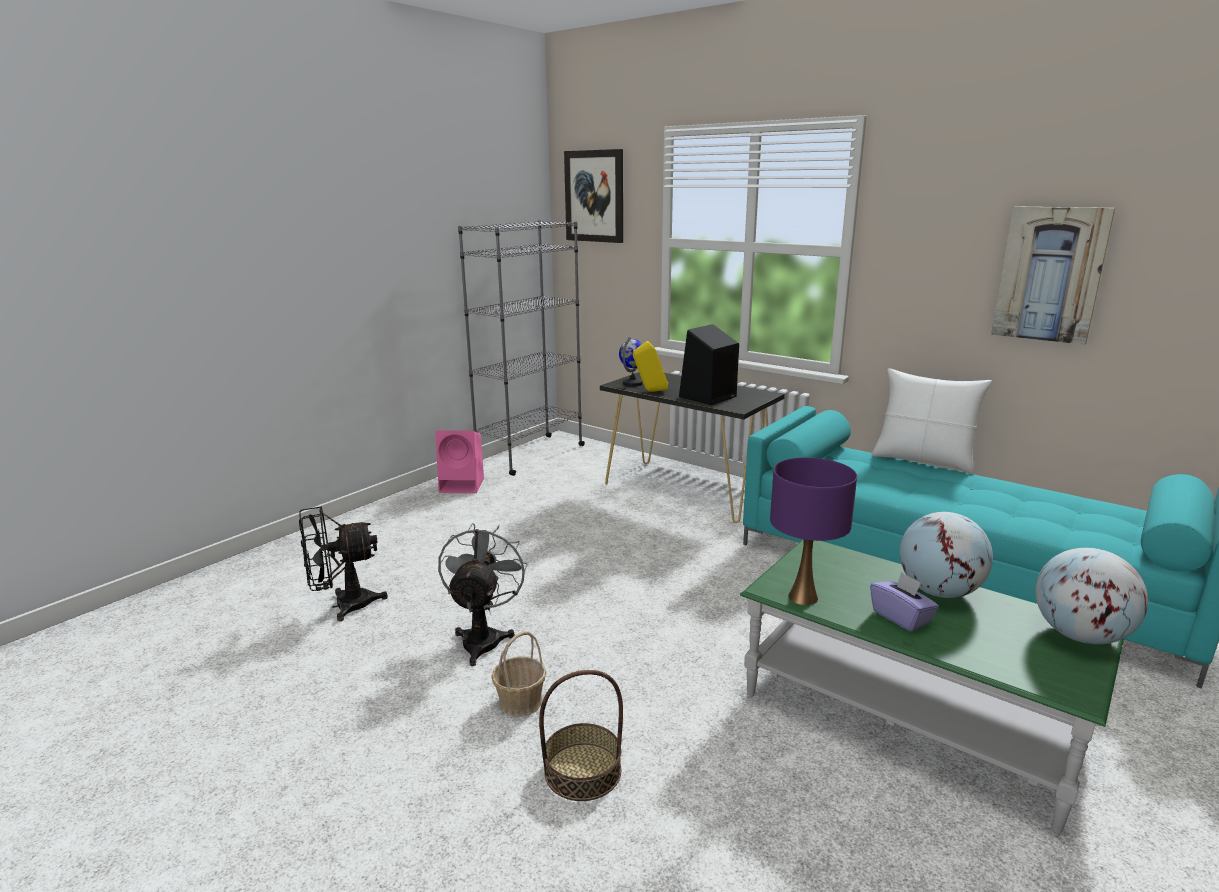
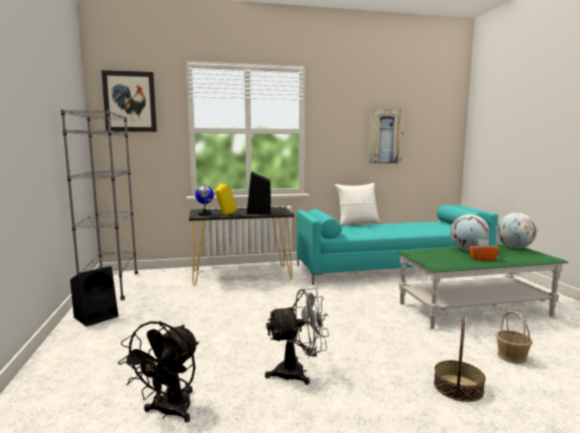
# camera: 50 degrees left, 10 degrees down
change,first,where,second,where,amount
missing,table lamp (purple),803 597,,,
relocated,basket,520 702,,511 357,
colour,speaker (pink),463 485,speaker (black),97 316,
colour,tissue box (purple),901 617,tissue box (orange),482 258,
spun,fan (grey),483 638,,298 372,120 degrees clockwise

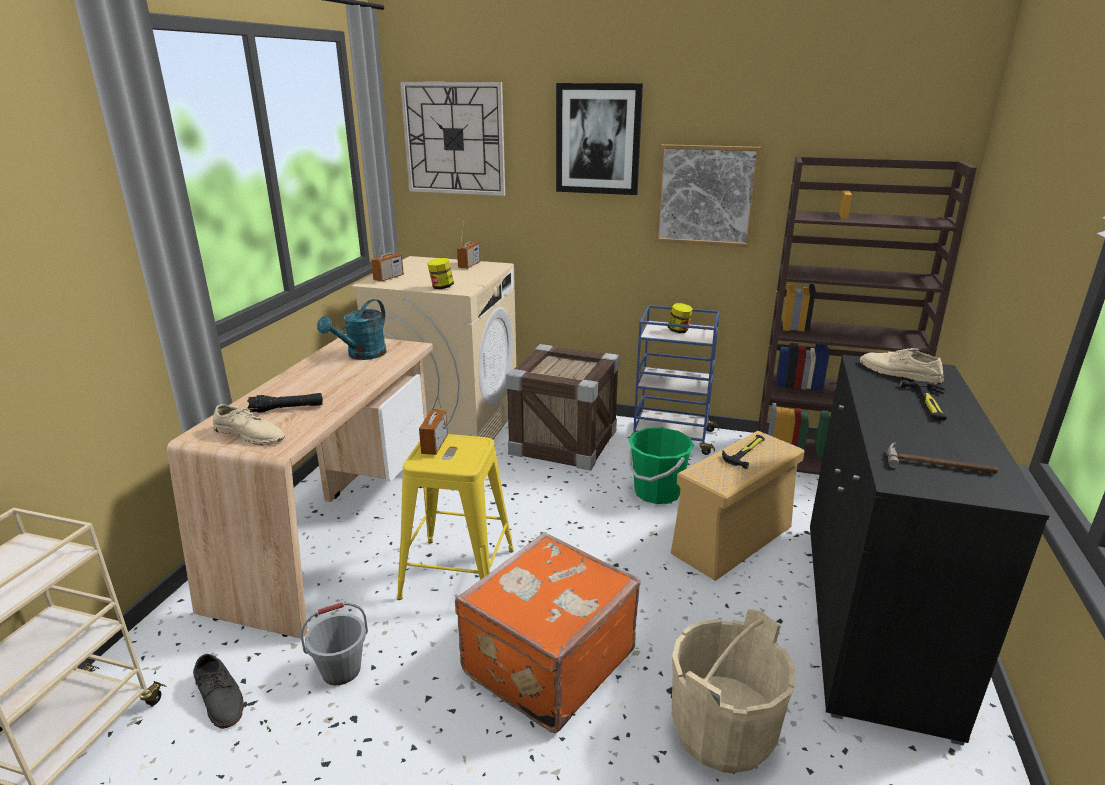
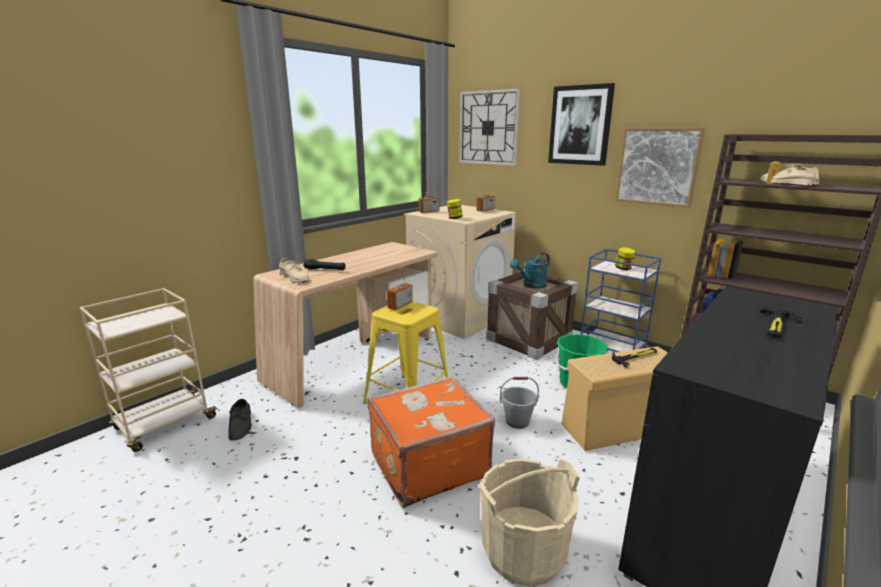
# camera: 25 degrees right, 5 degrees down
change,first,where,second,where,amount
missing,hammer,939 465,,,
relocated,bucket (grey),341 670,,517 421,
relocated,watering can (turquoise),362 355,,531 285,
relocated,shoe (beige),898 373,,786 183,

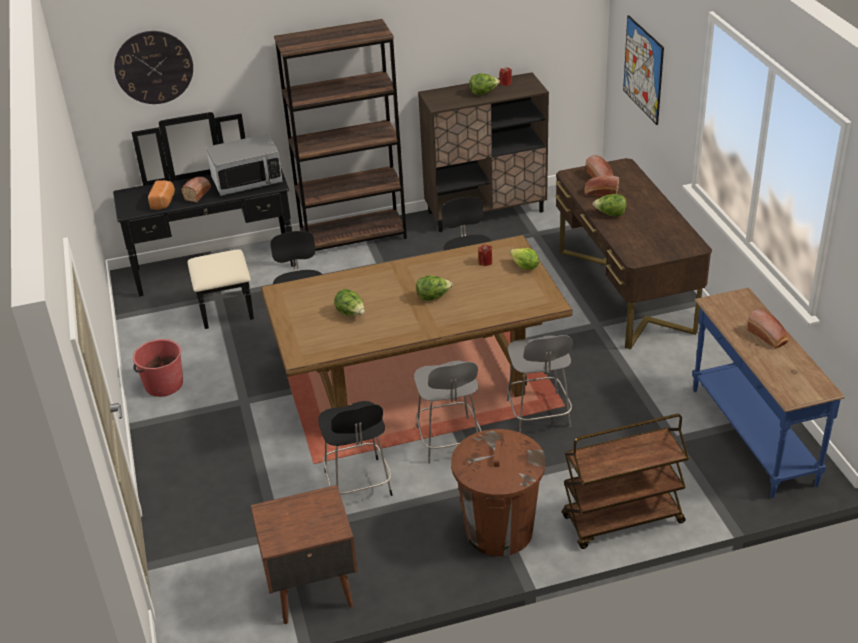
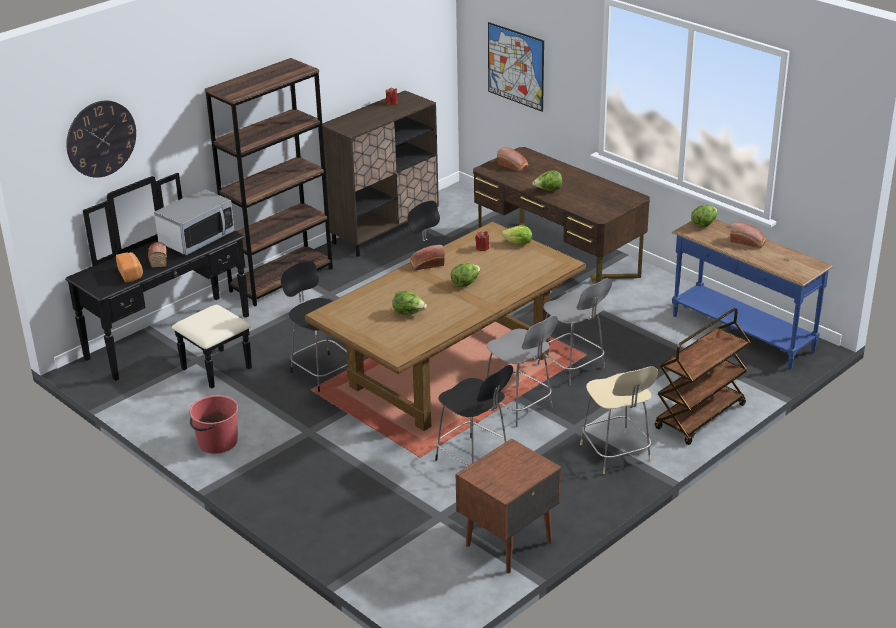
# camera: 30 degrees left, 5 degrees down
change,first,where,second,where,amount
relocated,lettuce,483 93,,704 224,
relocated,bread,600 193,,426 265,
exchanged,trash can (brown),498 531,chair (beige),616 454,

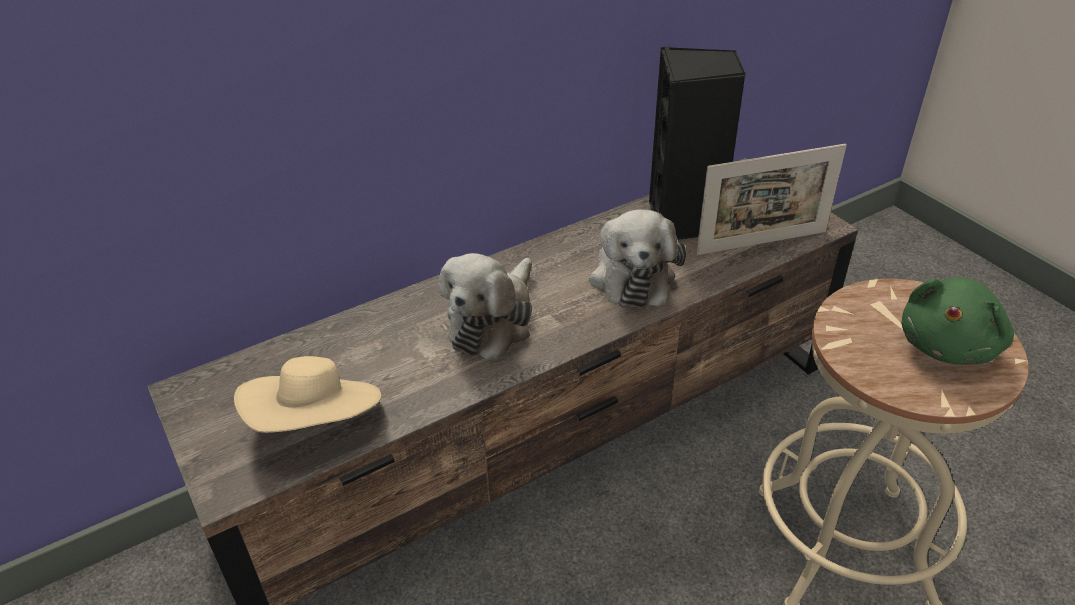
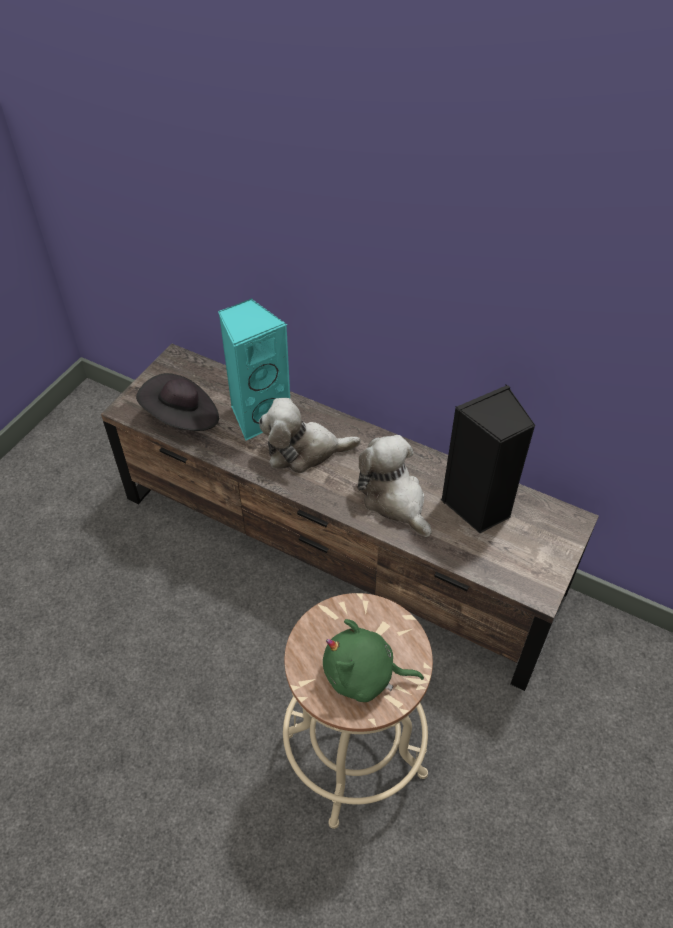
# camera: 60 degrees right, 10 degrees up
change,first,where,second,where,amount
missing,picture frame,761 243,,,
appeared,,,speaker (turquoise),258 415,
colour,hat (beige),317 423,hat (black),182 418,
spun,plush toy,632 275,,394 499,90 degrees clockwise

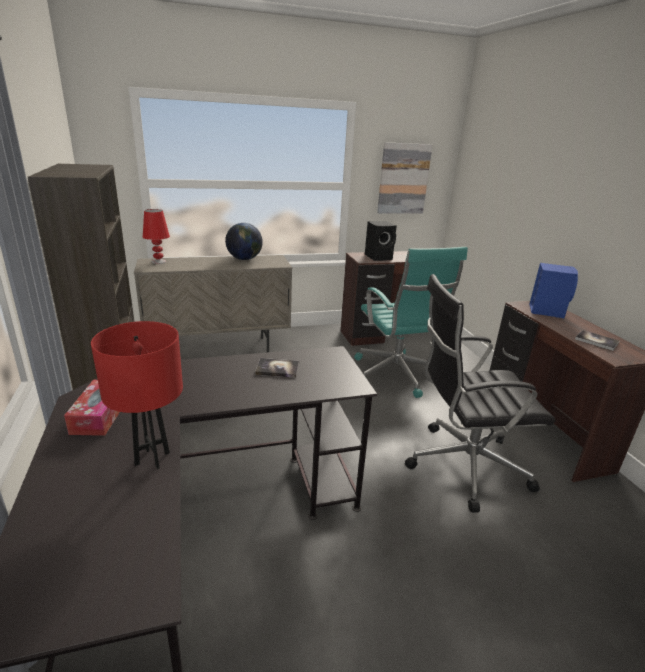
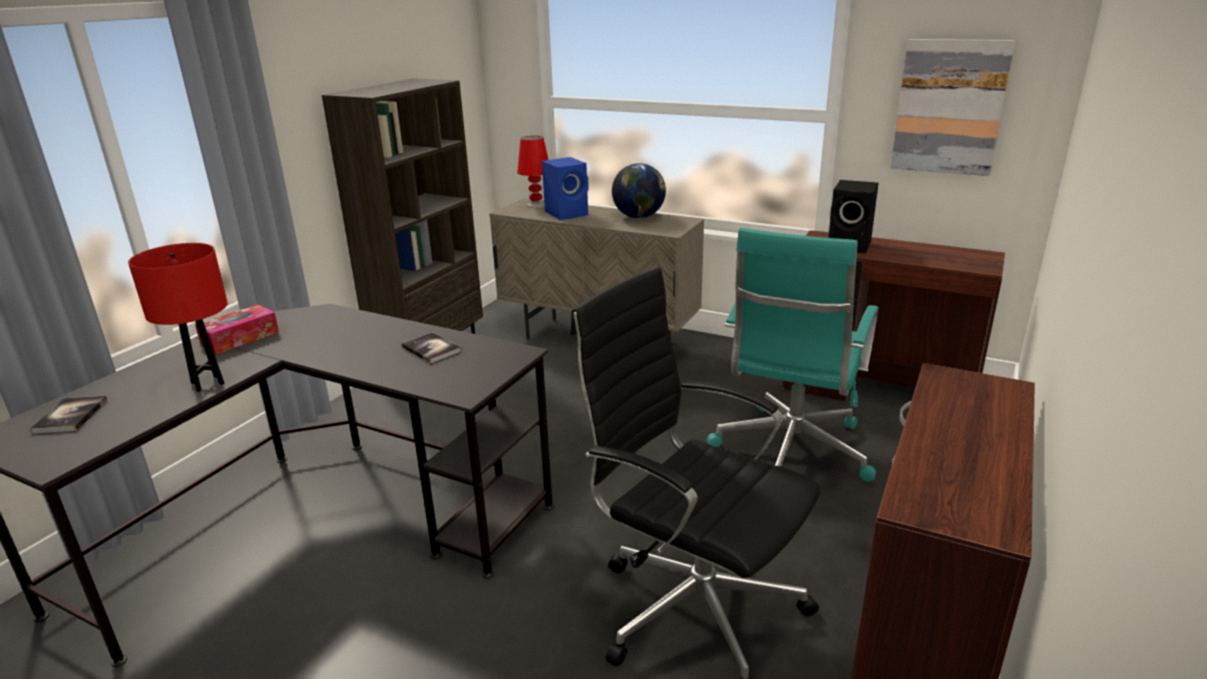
# camera: 45 degrees right, 0 degrees up
change,first,where,second,where,amount
relocated,speaker (blue),546 311,,568 213,
relocated,book,596 341,,70 416,

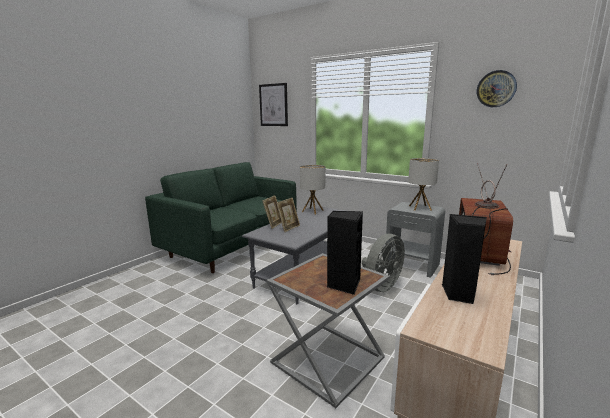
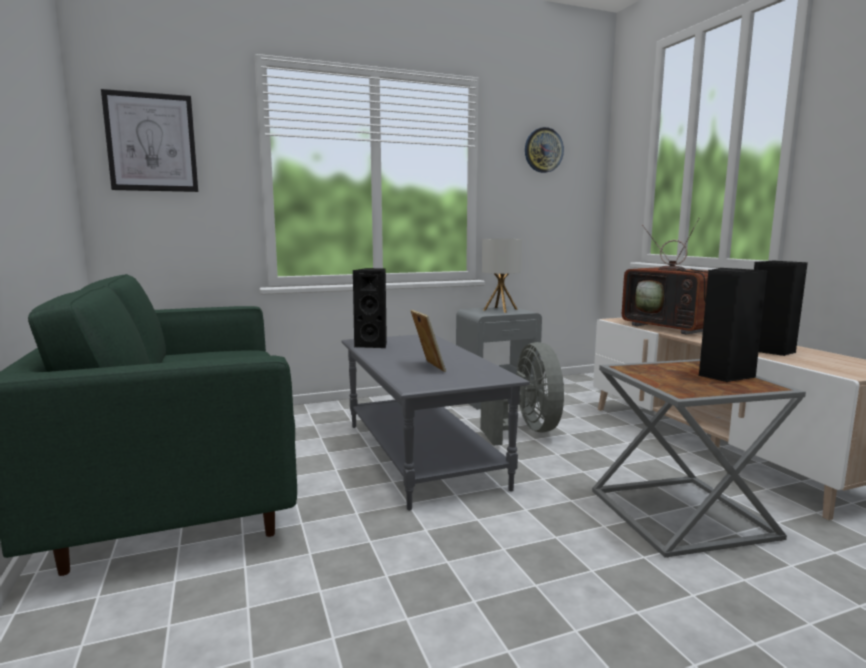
# camera: 55 degrees left, 5 degrees down
change,first,where,second,where,amount
missing,picture frame,273 224,,,
exchanged,table lamp,312 211,speaker (black),373 345,

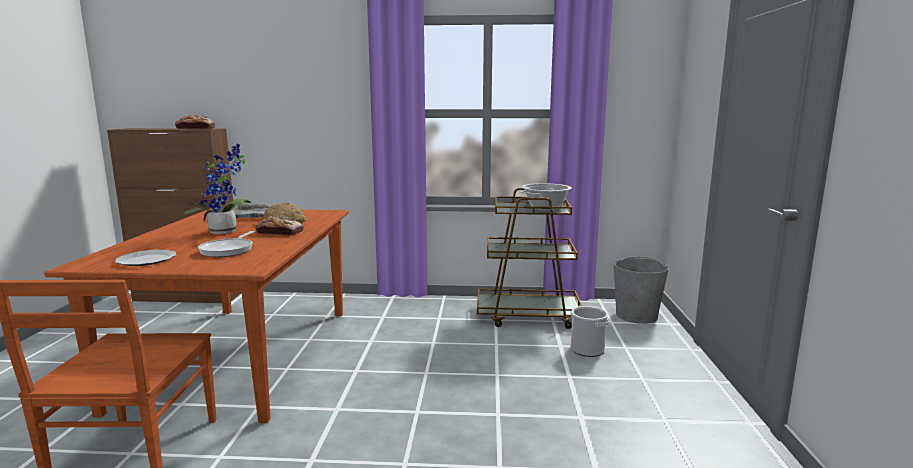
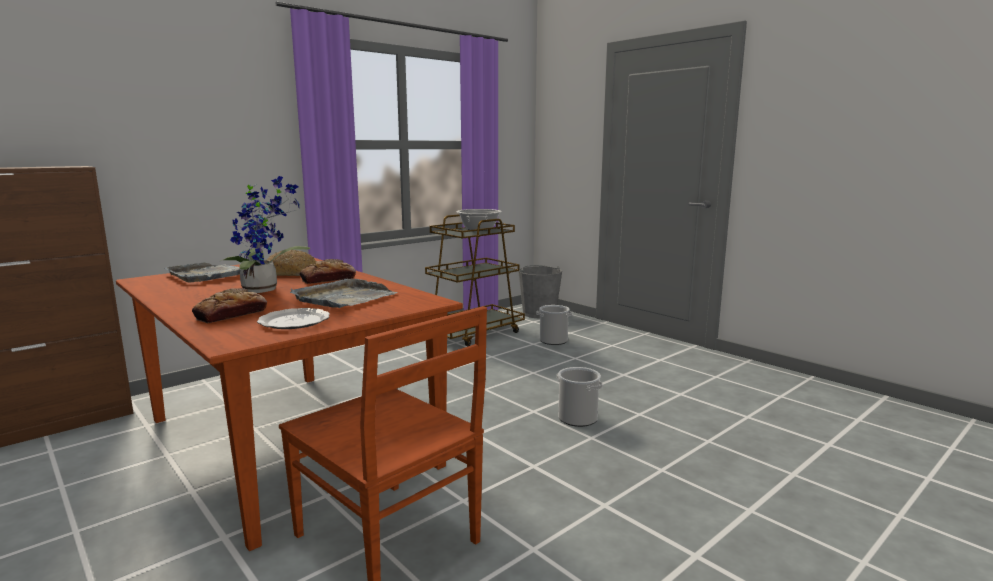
# camera: 45 degrees left, 0 degrees up
change,first,where,second,where,amount
appeared,,,bucket,577 418,
relocated,bread,195 128,,231 314,
exchanged,frying pan,228 250,tray (grey),344 298,

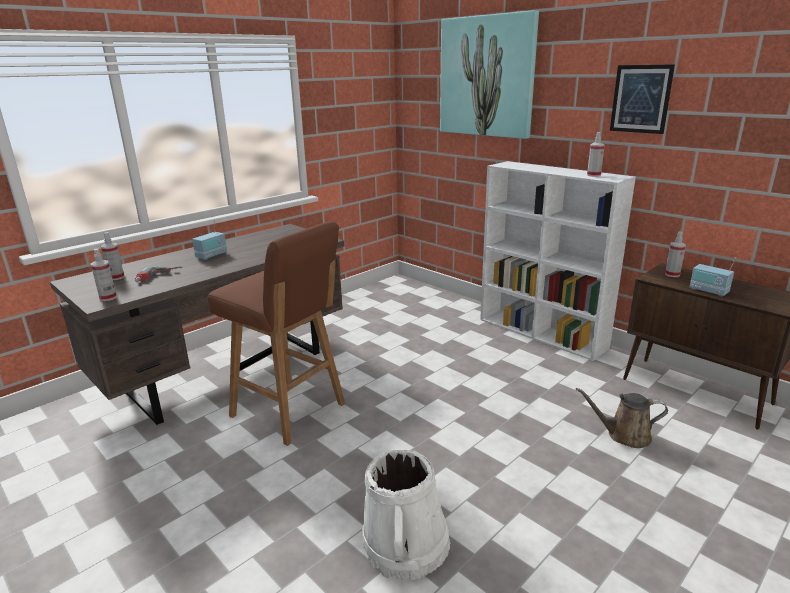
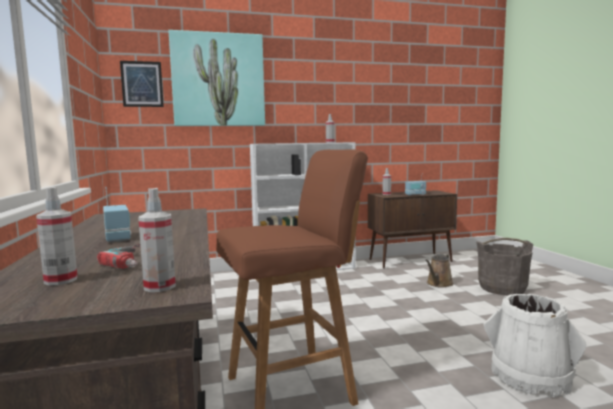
# camera: 60 degrees left, 15 degrees down
change,first,where,second,where,amount
appeared,,,bucket (grey),502 288,
relocated,picture,640 99,,142 84,

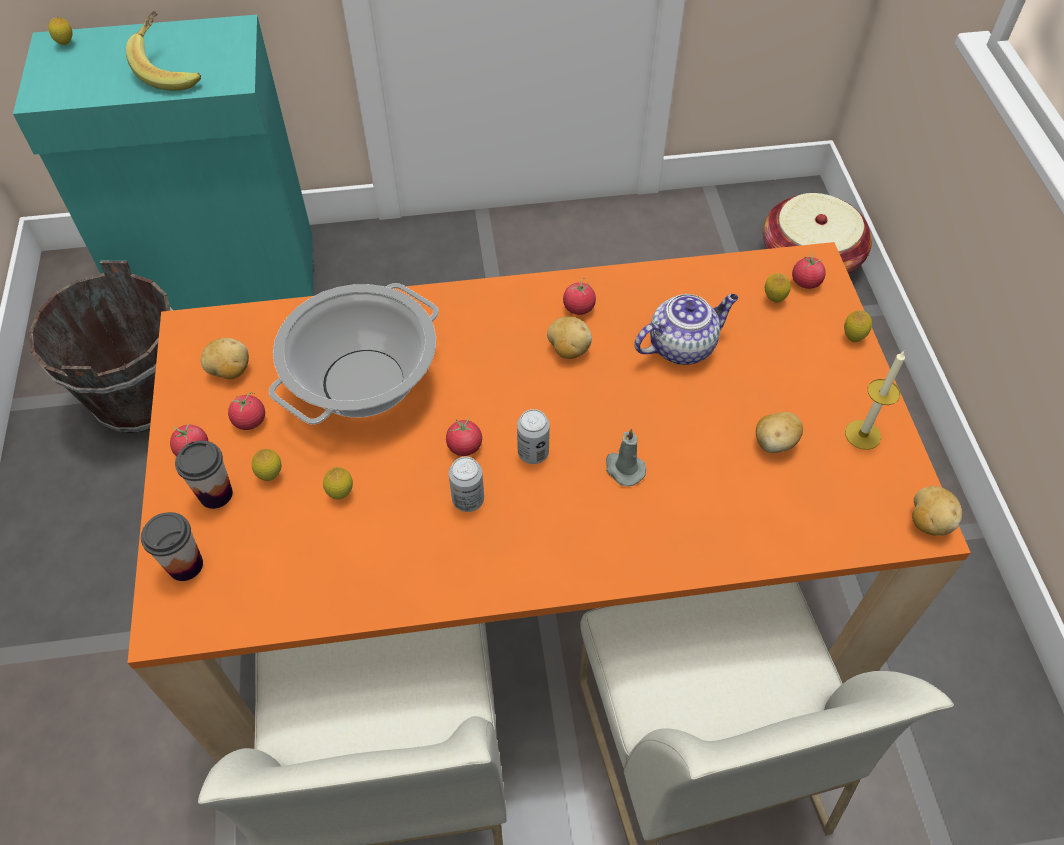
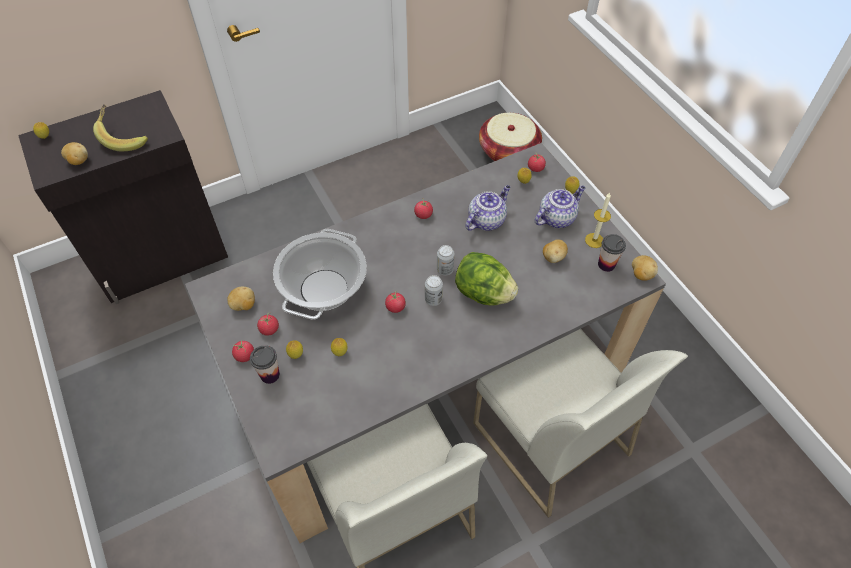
# camera: 20 degrees left, 0 degrees up
change,first,where,second,where,amount
missing,bucket (brown),140 397,,,
appeared,,,teapot,557 217,
relocated,cup,185 565,,606 264,
relocated,can,468 499,,445 269,
relocated,potato,568 349,,78 161,
exchanged,candle (grey),623 468,lettuce,483 293,
colour,cabinet (turquoise),223 280,cabinet (black),163 258,
colour,dining table (orange),531 577,dining table (grey),425 376,

